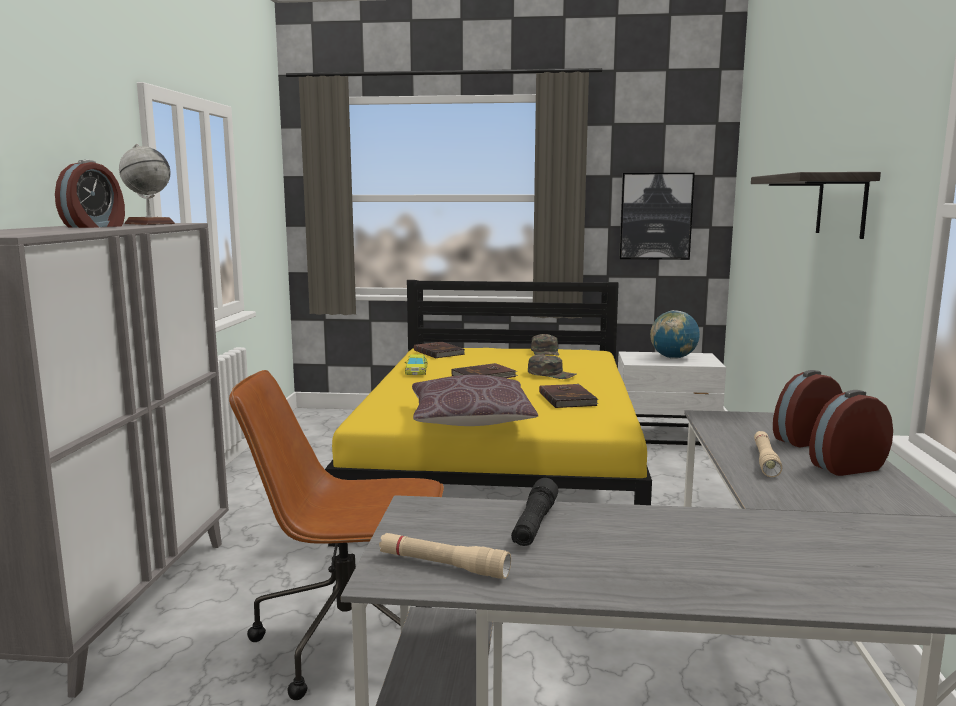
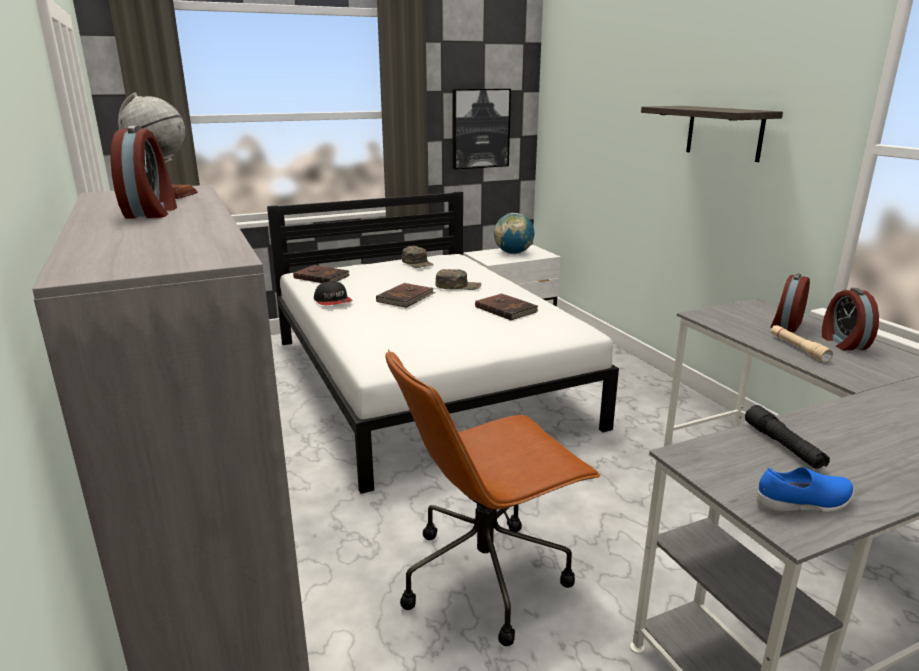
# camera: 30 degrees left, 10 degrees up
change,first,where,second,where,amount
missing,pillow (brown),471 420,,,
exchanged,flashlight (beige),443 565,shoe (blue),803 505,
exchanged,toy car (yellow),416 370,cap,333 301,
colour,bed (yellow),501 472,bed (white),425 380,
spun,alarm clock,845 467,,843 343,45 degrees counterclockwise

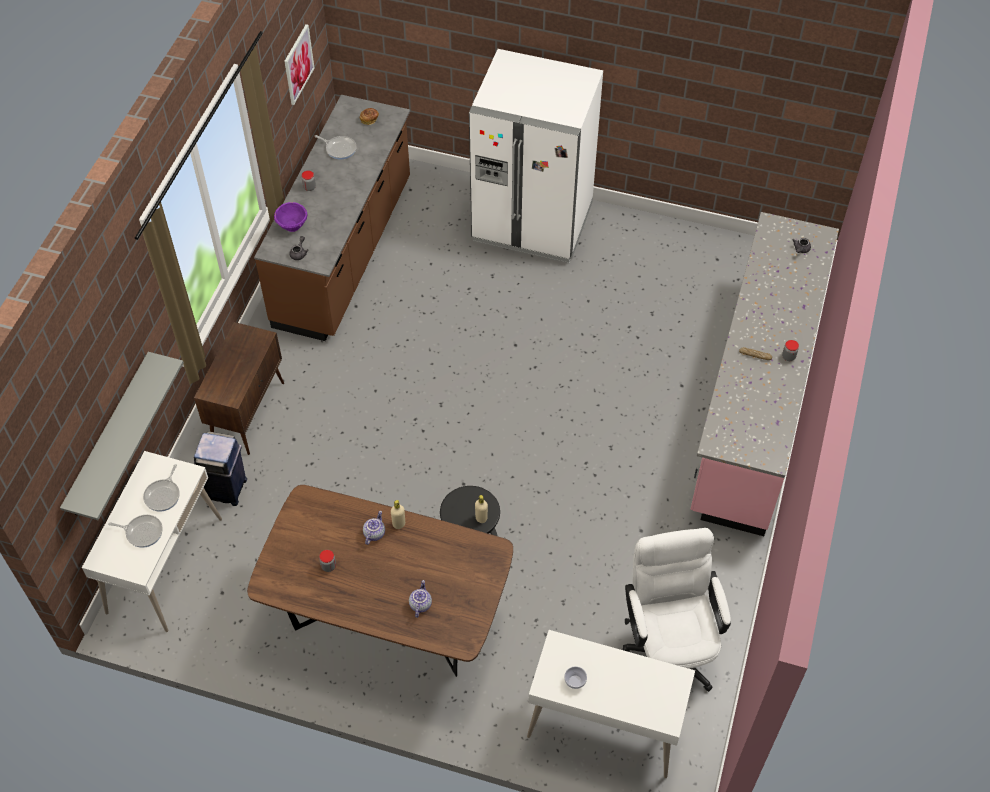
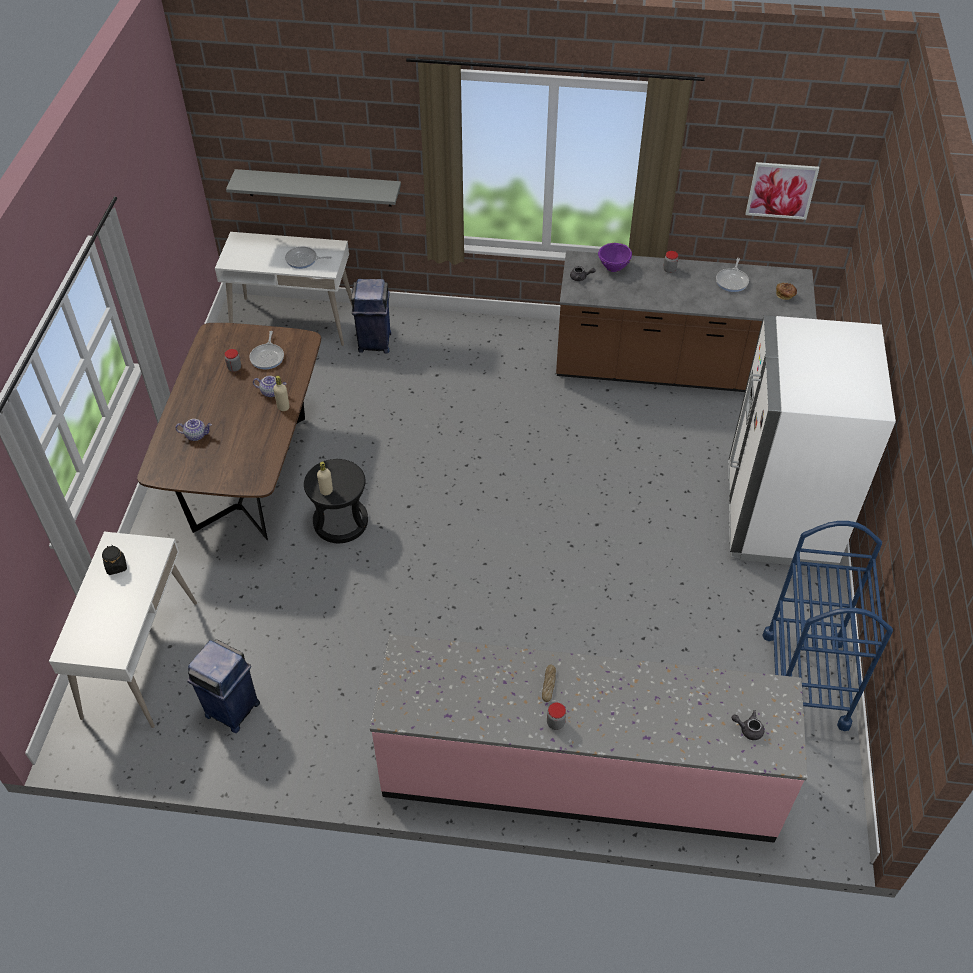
# camera: 80 degrees right, 5 degrees down
change,first,where,second,where,amount
missing,cabinet (brown),248 412,,,
appeared,,,cart (blue),805 679,
relocated,frying pan,142 532,,268 357,
exchanged,bowl,575 681,jar (black),116 566,
exchanged,office chair (white),669 646,trash can (blue),231 709,

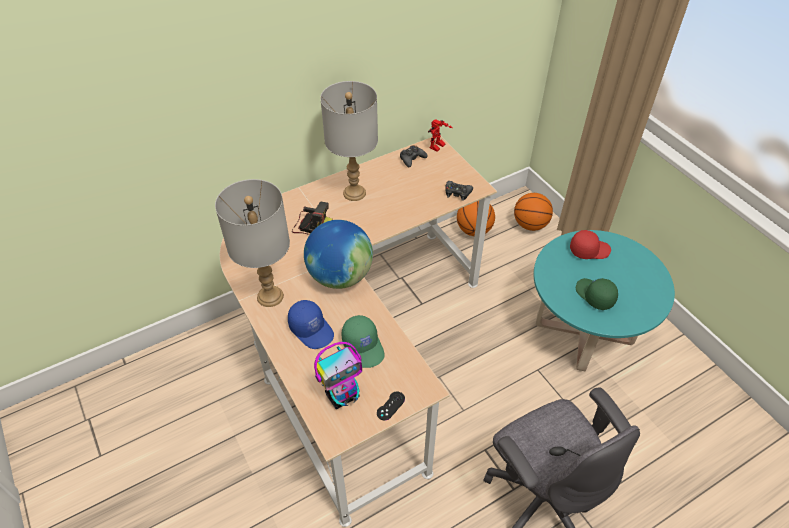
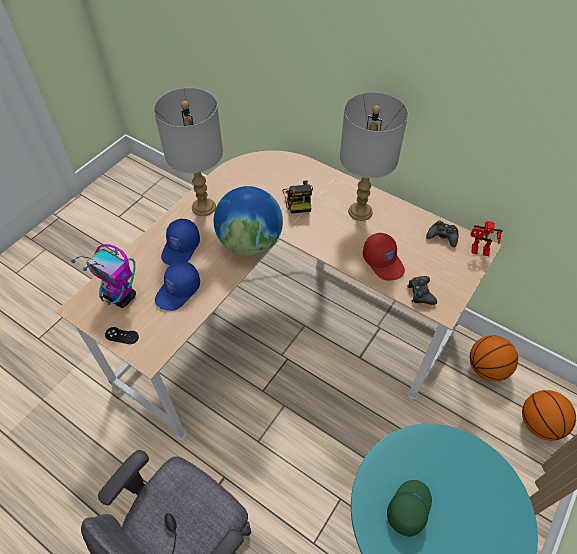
# camera: 65 degrees right, 5 degrees up
change,first,where,second,where,amount
relocated,cap (red),589 250,,383 262,
colour,cap (green),364 346,cap (blue),178 291,

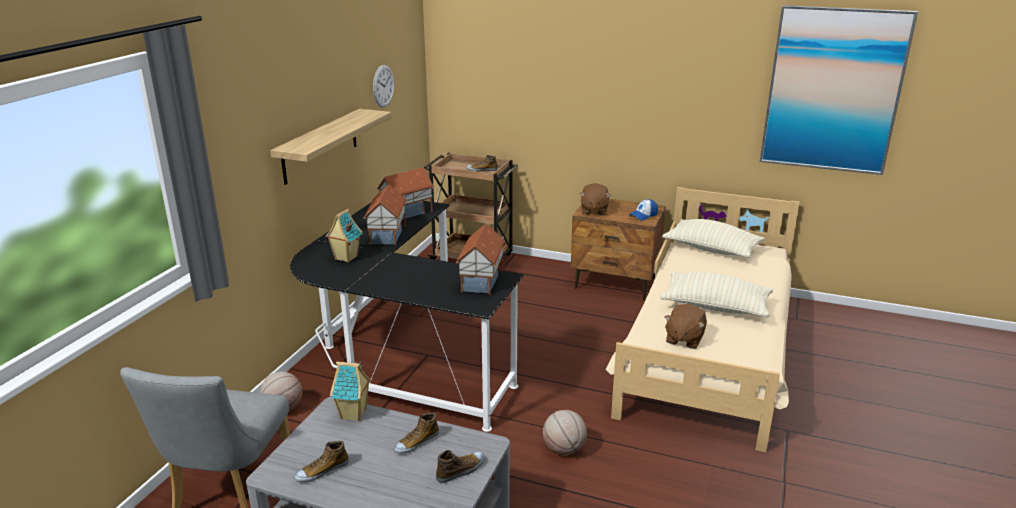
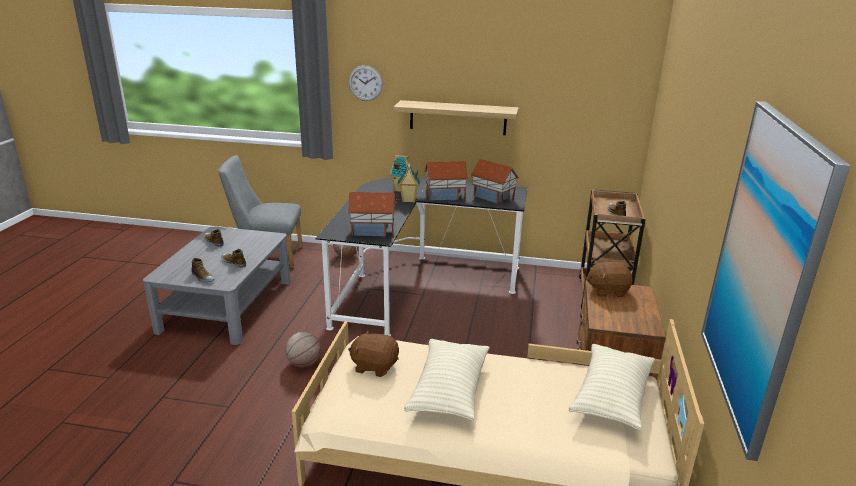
# camera: 80 degrees right, 0 degrees up
change,first,where,second,where,amount
missing,cap,643 215,,,
relocated,toy house,354 414,,408 200,
relocated,wall clock,383 86,,365 83,

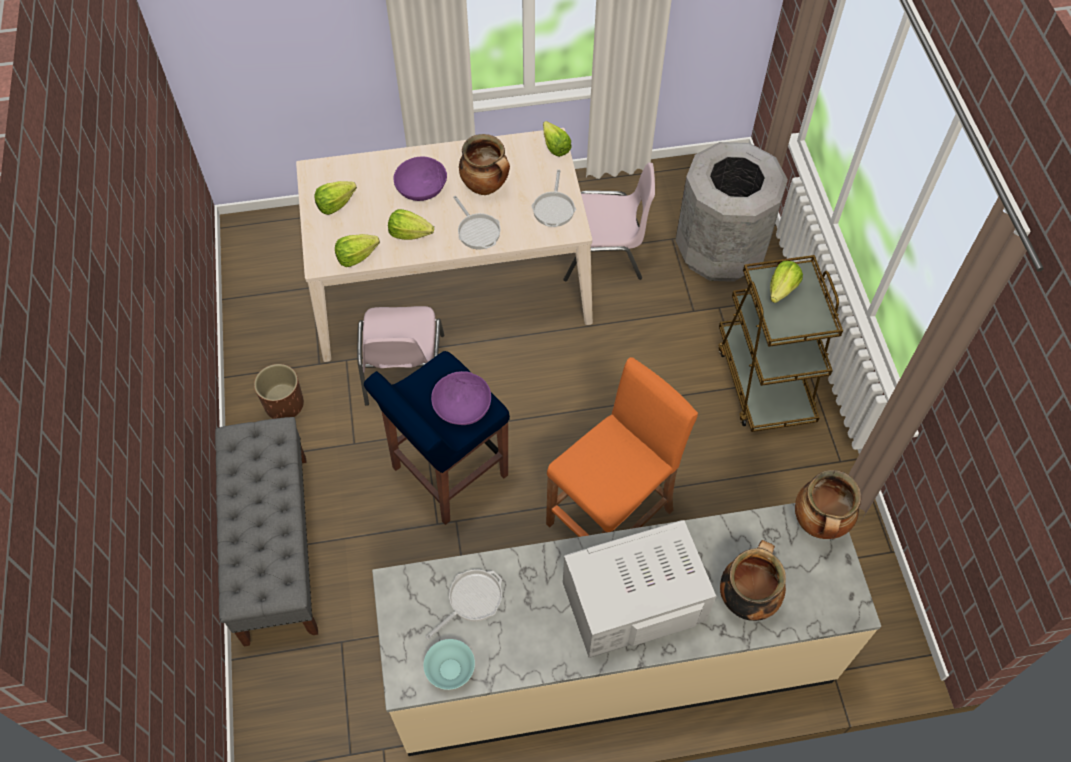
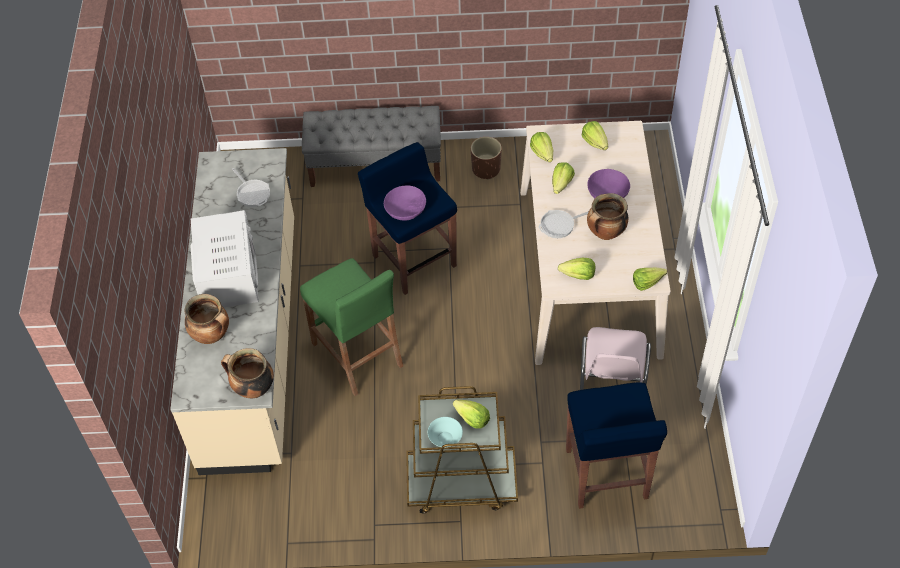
# camera: 100 degrees right, 5 degrees down
change,first,where,second,where,amount
missing,chair (pink),403 371,,,
relocated,bowl (turquoise),449 670,,445 438,
exchanged,frying pan,554 208,lettuce,578 275,
exchanged,trash can (grey),720 251,stool (blue),606 475,
colour,stool (orange),611 517,stool (green),357 355,

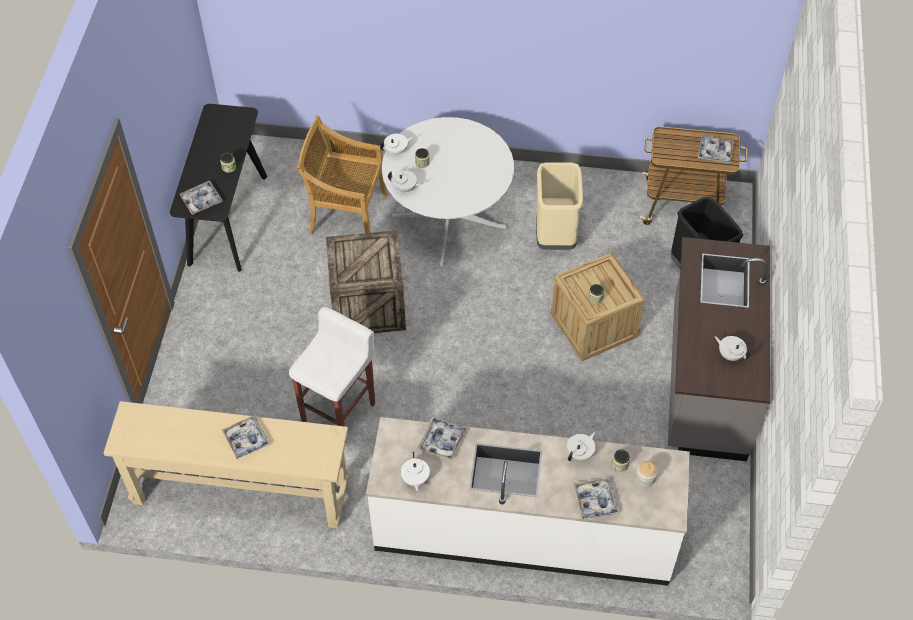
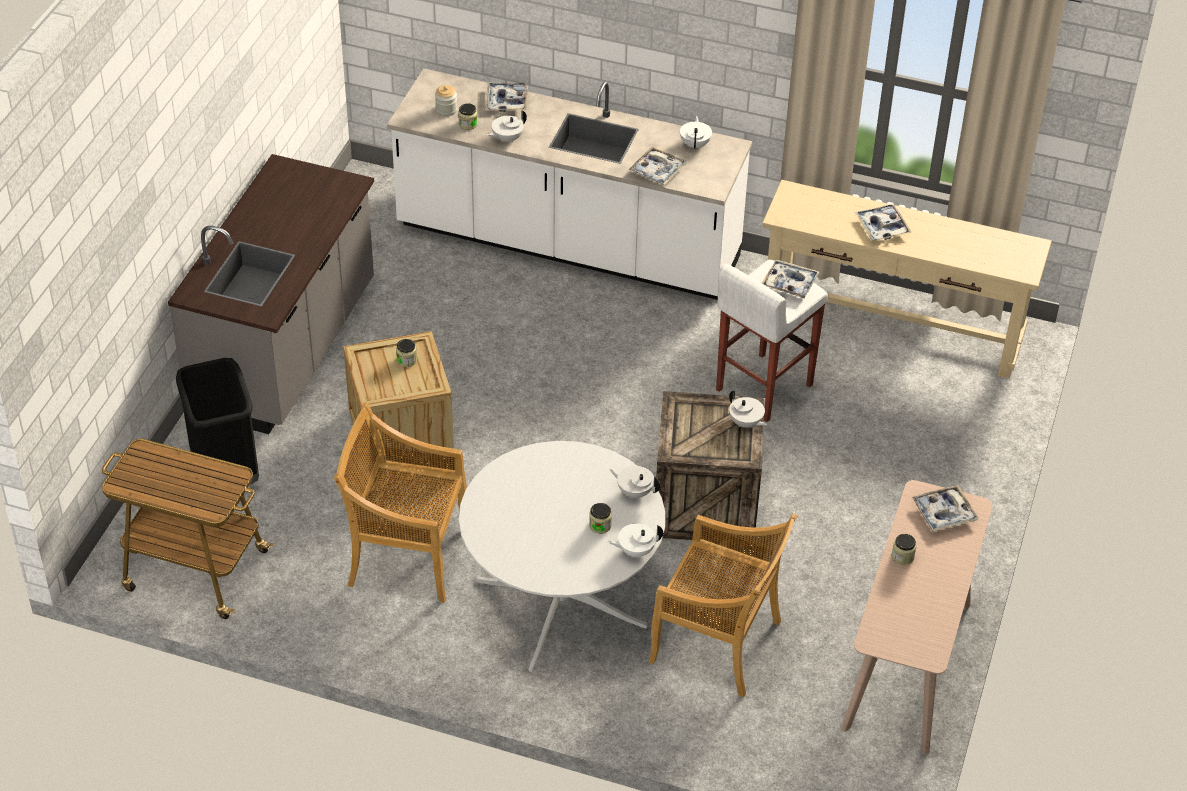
# camera: 170 degrees left, 10 degrees down
change,first,where,second,where,amount
relocated,tray,715 152,,789 283,
relocated,teapot (white),730 354,,746 423,
exchanged,trash can (beige),555 236,chair (beige),406 556,
colour,console table (black),227 219,console table (beige),908 666,

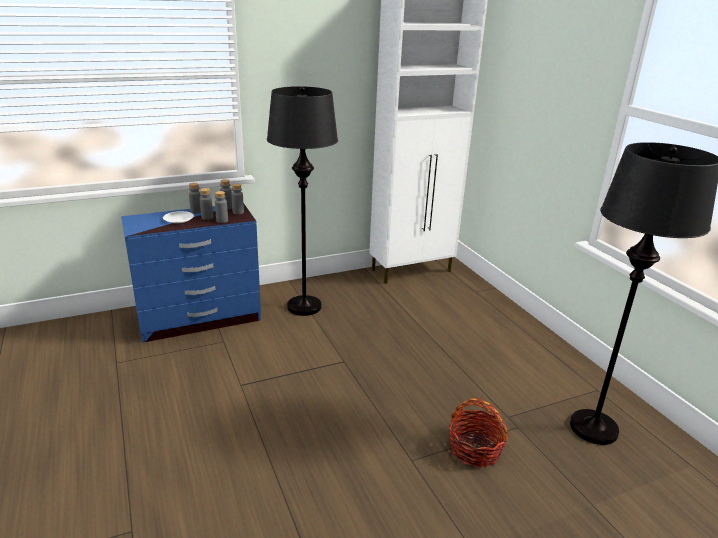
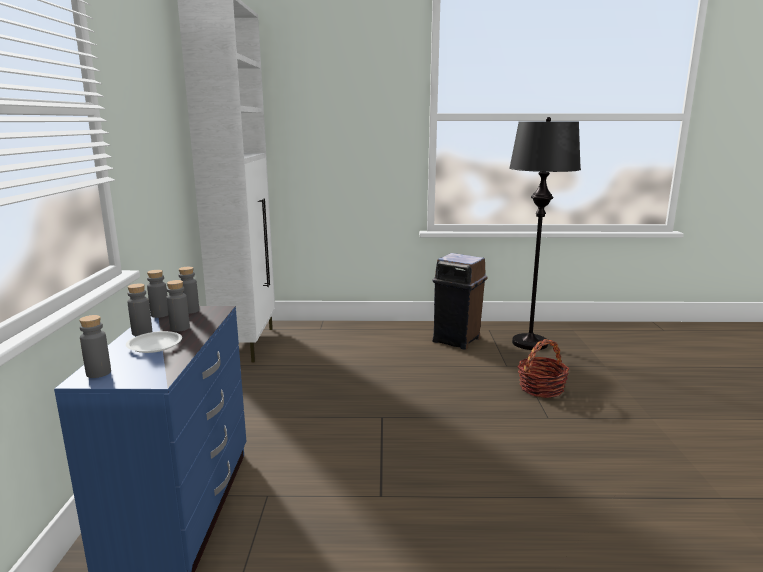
# camera: 65 degrees left, 10 degrees down
change,first,where,second,where,amount
missing,floor lamp (black),304 306,,,
appeared,,,trash can (brown),457 340,
relocated,bottle (grey),222 220,,98 373,

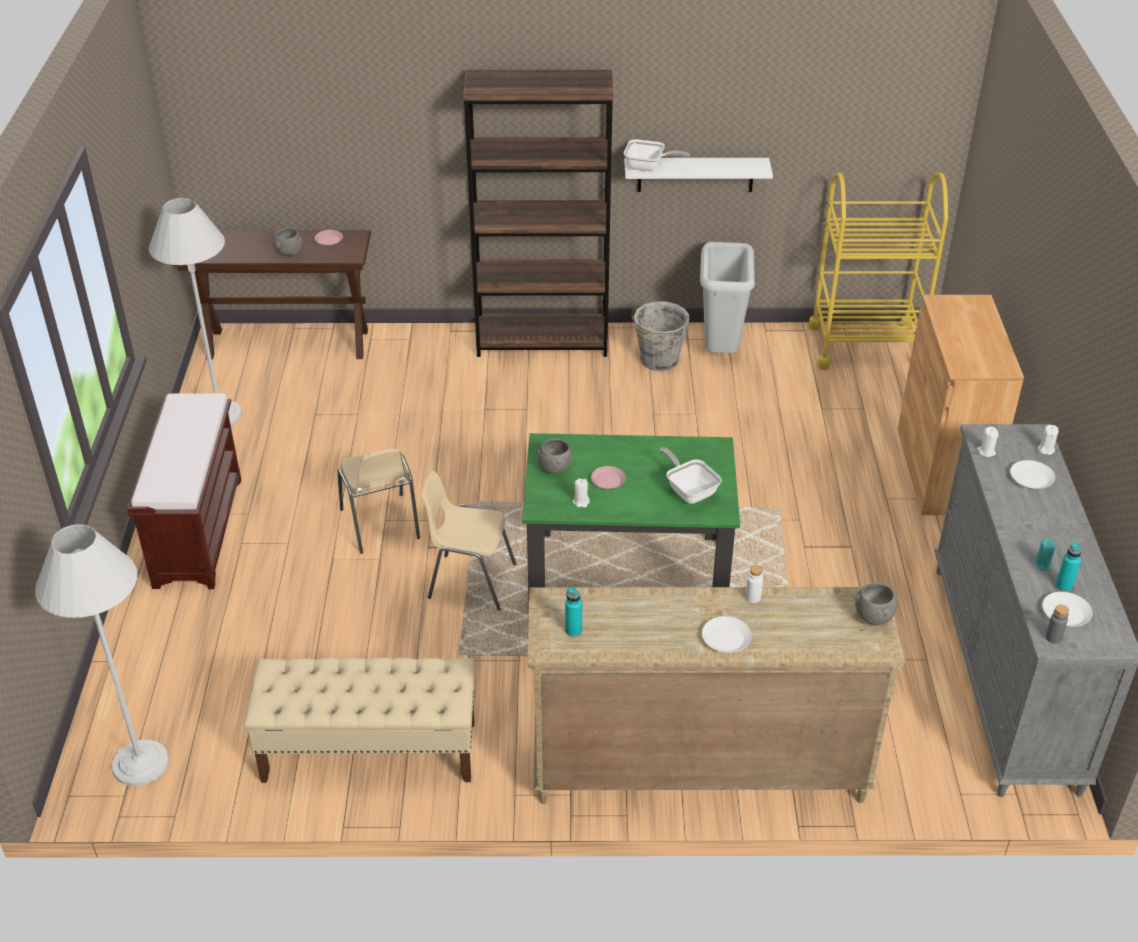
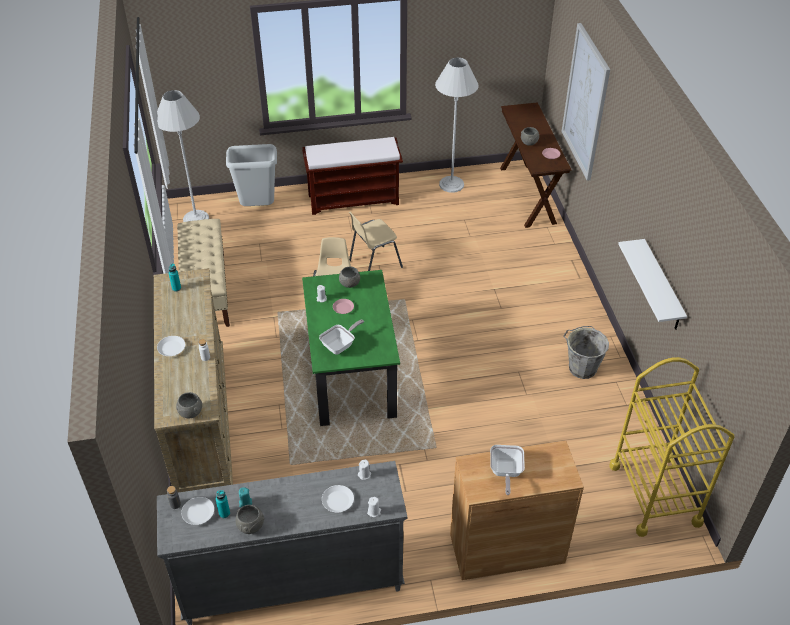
# camera: 80 degrees right, 5 degrees up
change,first,where,second,where,amount
missing,bookcase (brown),542 341,,,
appeared,,,bowl (grey),250 526,
appeared,,,picture,586 102,
relocated,frying pan,648 167,,505 472,
relocated,trash can (grey),719 351,,258 207,

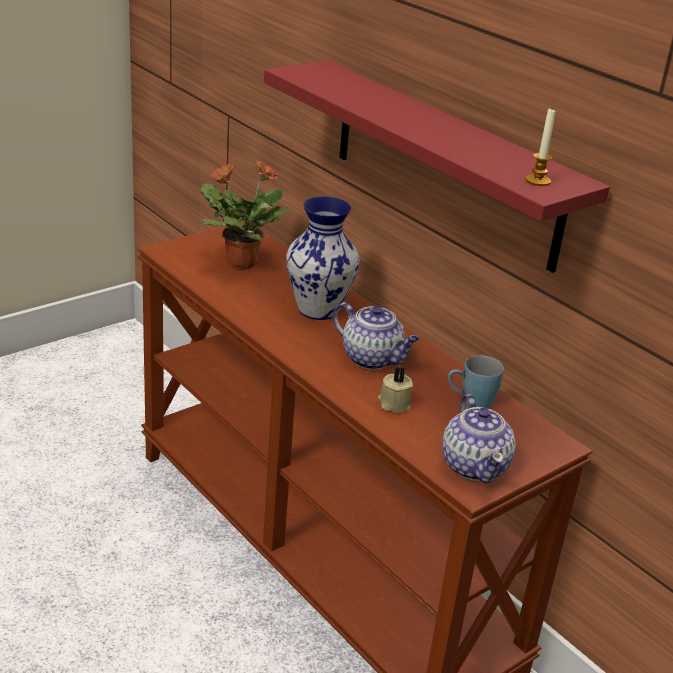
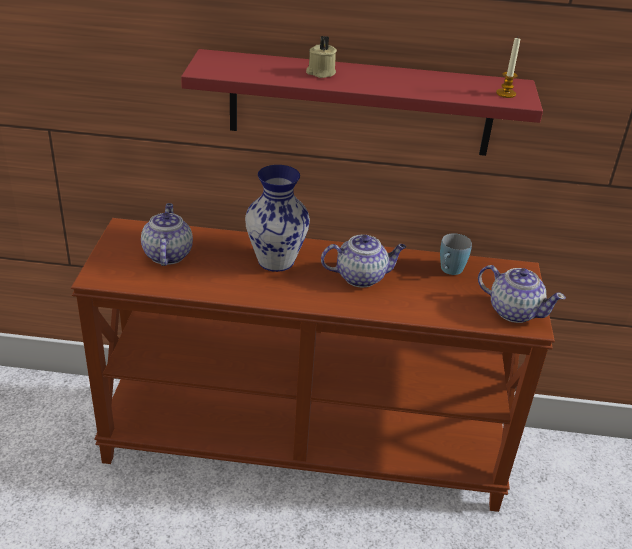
# camera: 45 degrees left, 5 degrees up
change,first,where,second,where,amount
relocated,candle (beige),394 403,,320 73,
exchanged,potted plant,240 262,teapot,167 254,

